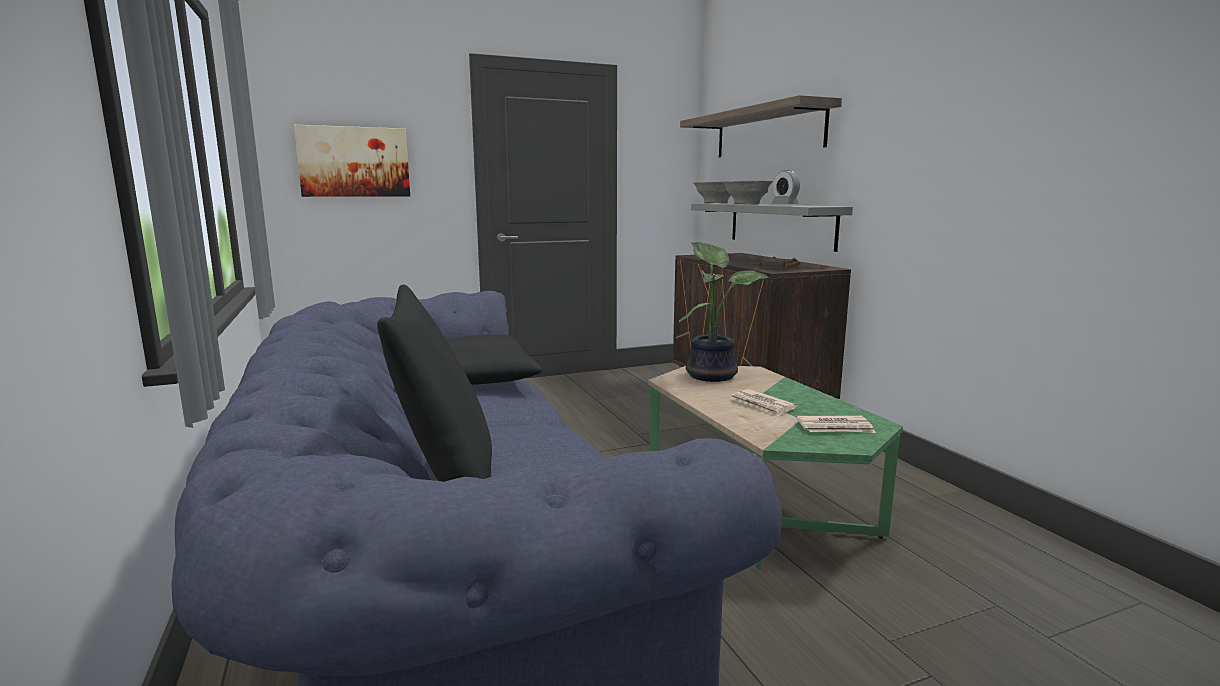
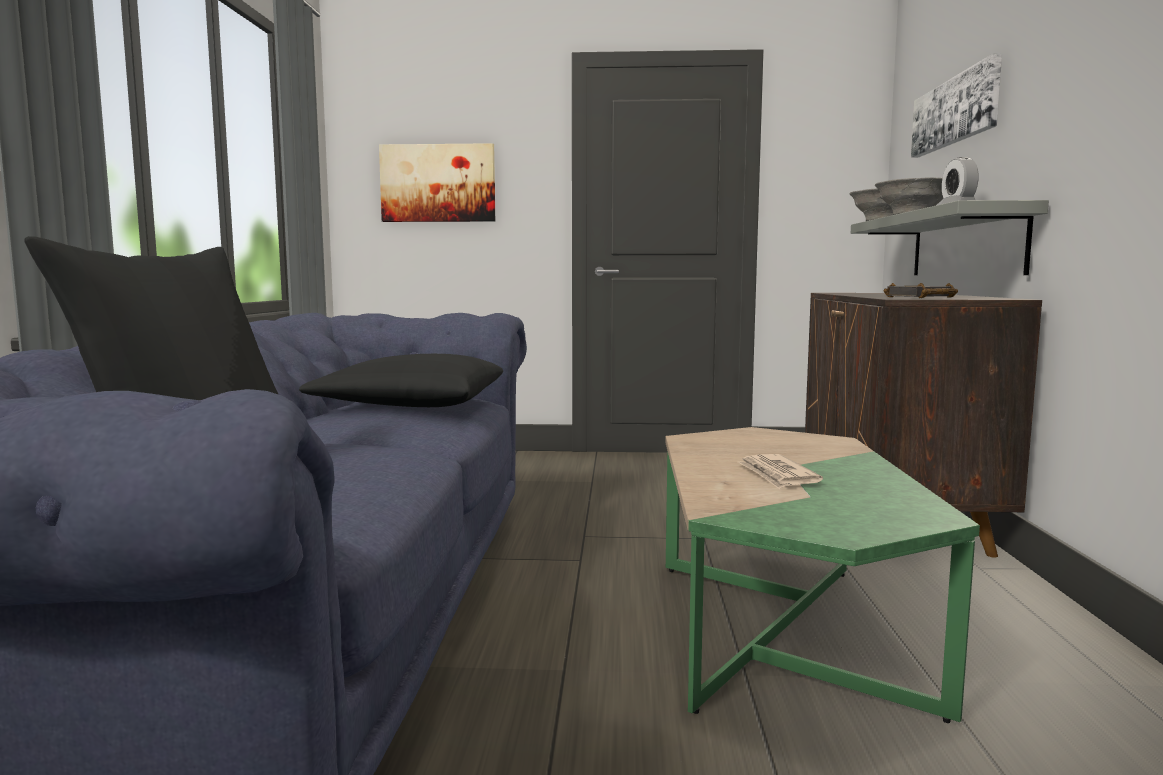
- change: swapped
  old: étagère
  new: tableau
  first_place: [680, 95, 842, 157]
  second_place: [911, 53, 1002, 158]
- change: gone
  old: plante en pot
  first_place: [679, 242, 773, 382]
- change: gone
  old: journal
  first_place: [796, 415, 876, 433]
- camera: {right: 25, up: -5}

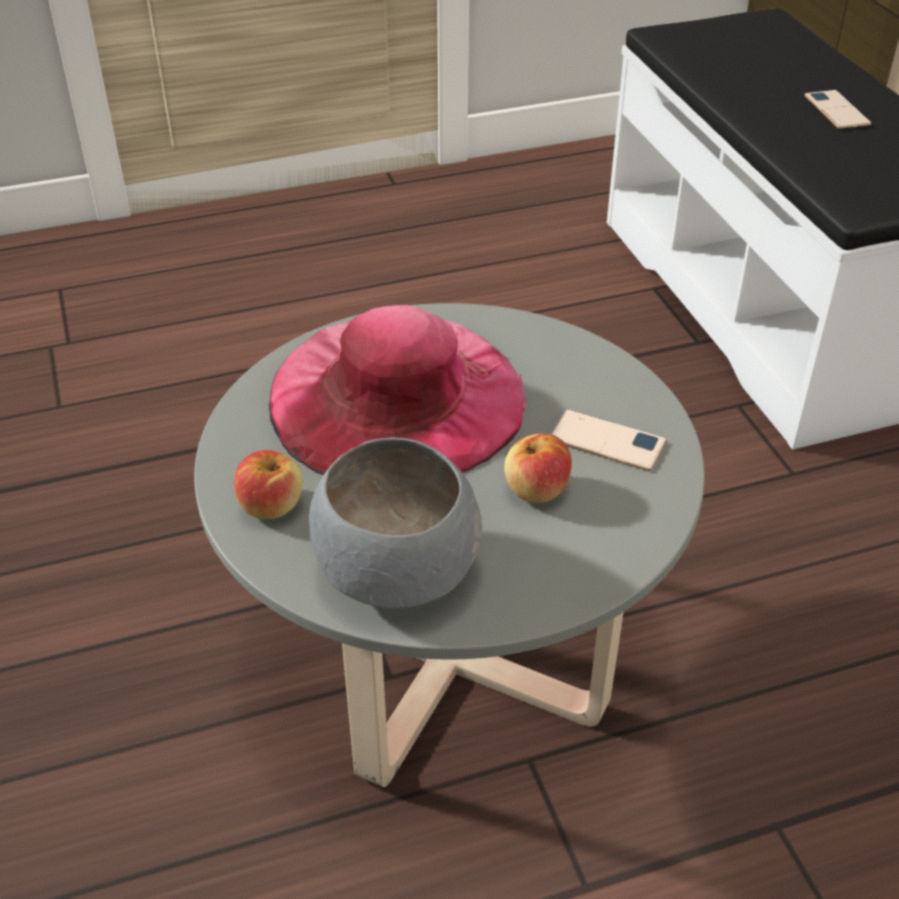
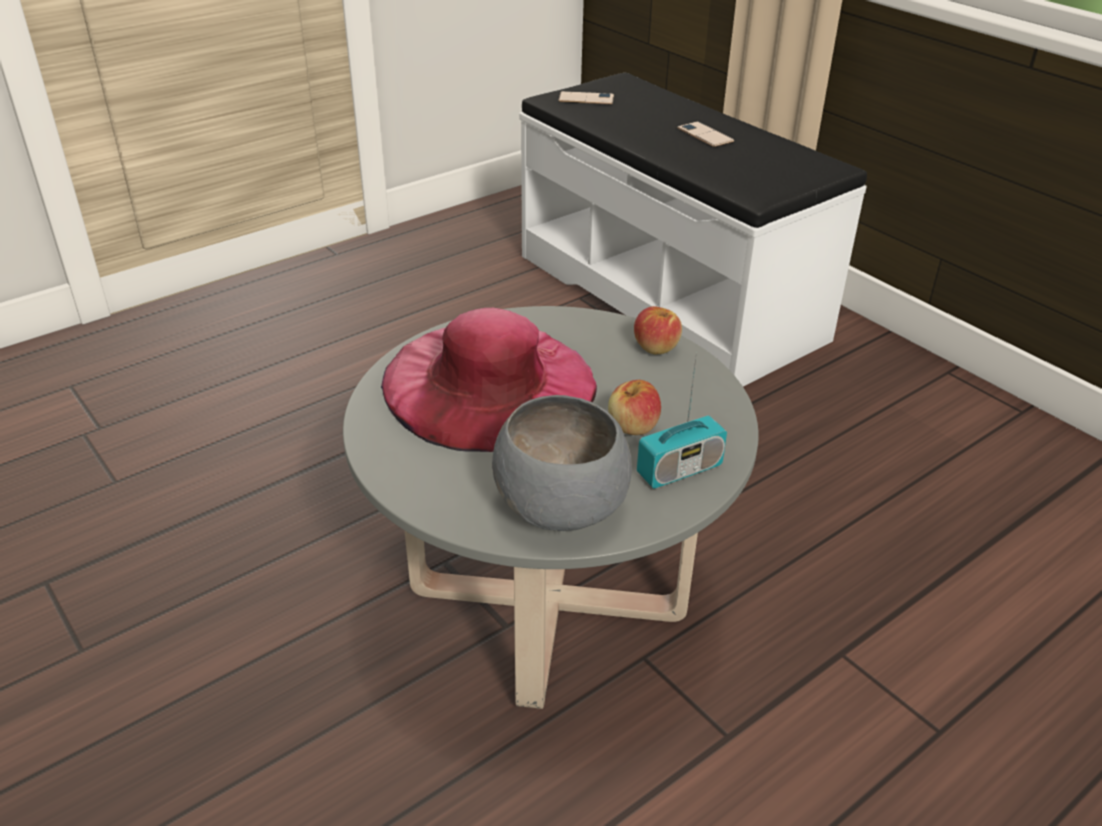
- change: shifted
  old: téléphone
  first_place: [551, 410, 667, 471]
  second_place: [558, 91, 614, 105]
- change: shifted
  old: pomme
  first_place: [235, 450, 303, 519]
  second_place: [634, 306, 682, 354]
- change: new
  new: radio
  second_place: [637, 358, 727, 489]
- camera: {right: -20, up: -5}

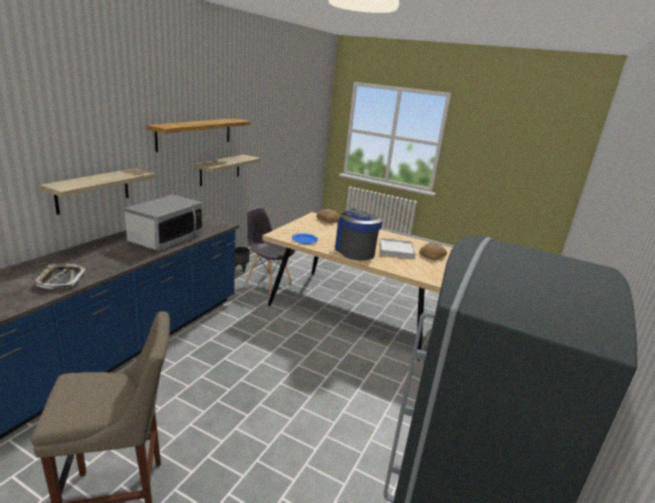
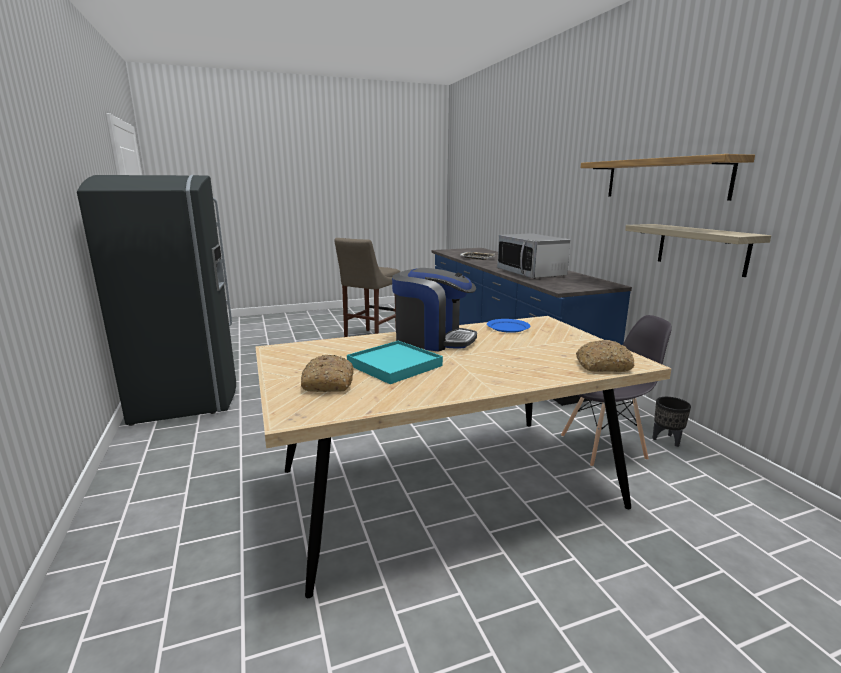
- change: gone
  old: étagère
  first_place: [40, 168, 155, 215]
- change: repainted
  old: plateau (blanc)
  new: plateau (turquoise)
  first_place: [379, 238, 415, 259]
  second_place: [347, 341, 443, 384]
- camera: {right: 135, up: -5}

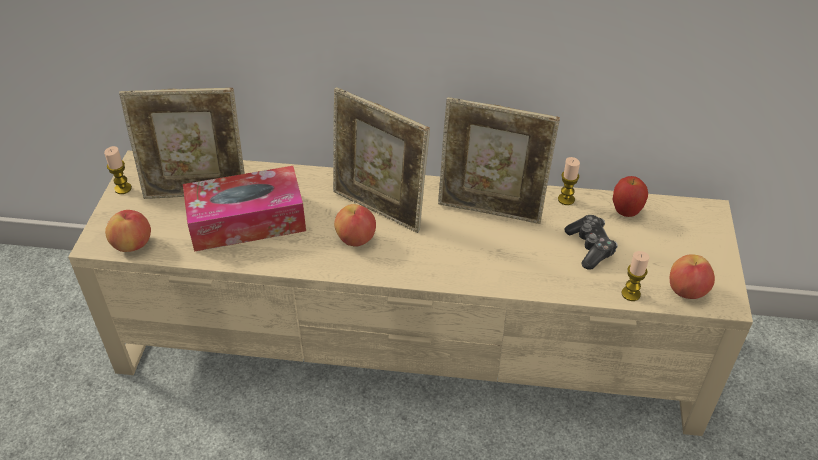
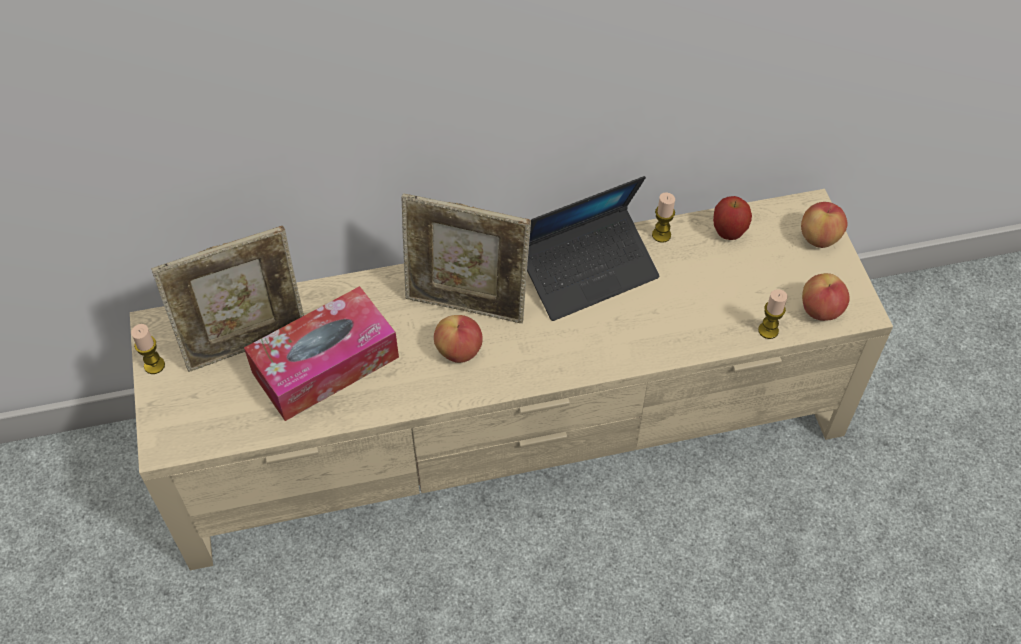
- change: swapped
  old: cadre photo
  new: ordinateur portable
  first_place: [438, 97, 560, 224]
  second_place: [527, 176, 659, 321]
- change: shifted
  old: pomme
  first_place: [105, 210, 151, 252]
  second_place: [801, 202, 848, 248]
- change: gone
  old: manette
  first_place: [564, 215, 618, 270]
- camera: {right: -20, up: 10}

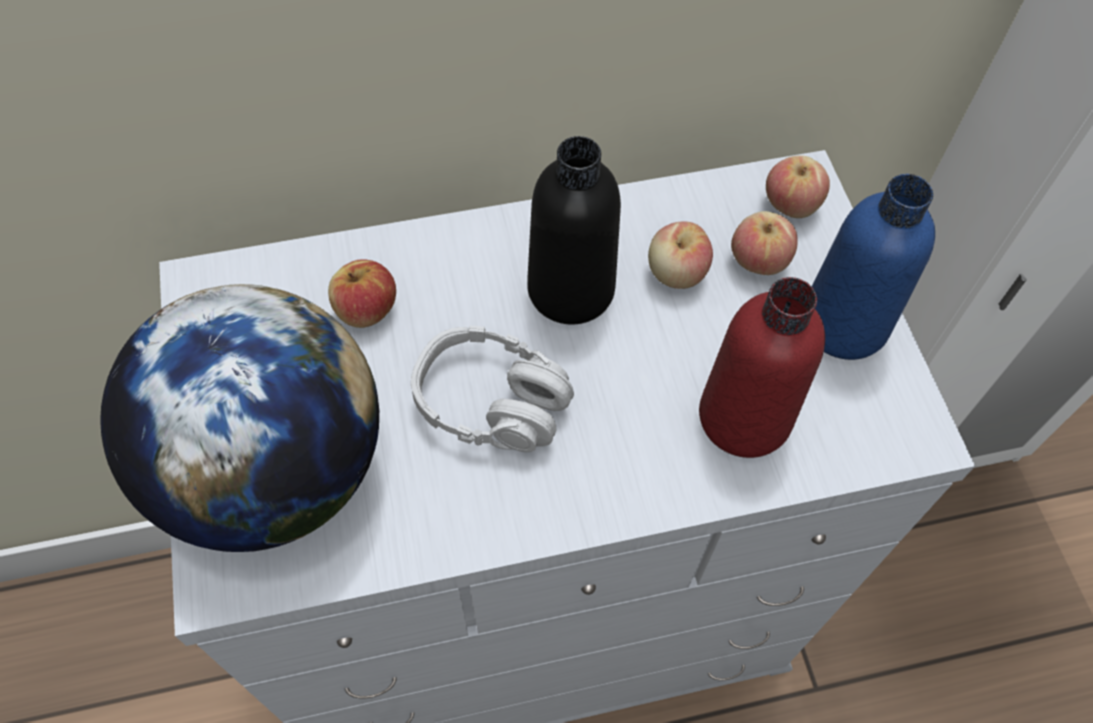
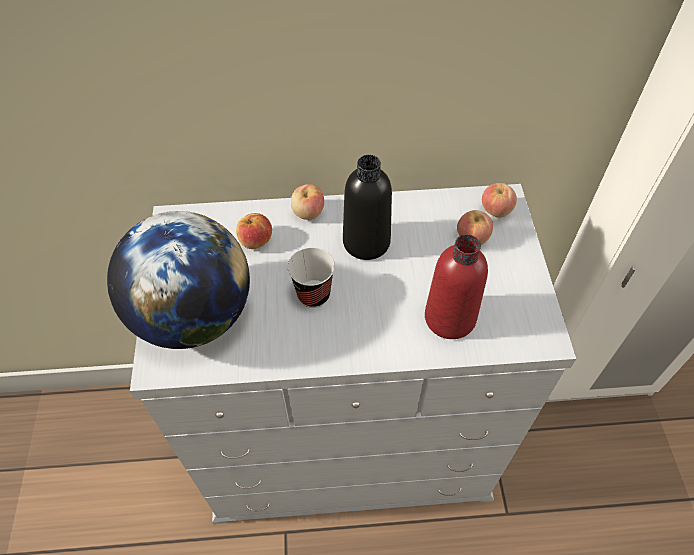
- change: gone
  old: bouteille (bleu)
  first_place: [812, 174, 935, 360]
- change: shifted
  old: pomme
  first_place: [648, 222, 713, 289]
  second_place: [291, 184, 324, 220]
- change: swapped
  old: casque audio (gris)
  new: tasse
  first_place: [411, 326, 574, 452]
  second_place: [288, 247, 335, 308]
- camera: {right: 10, up: -5}

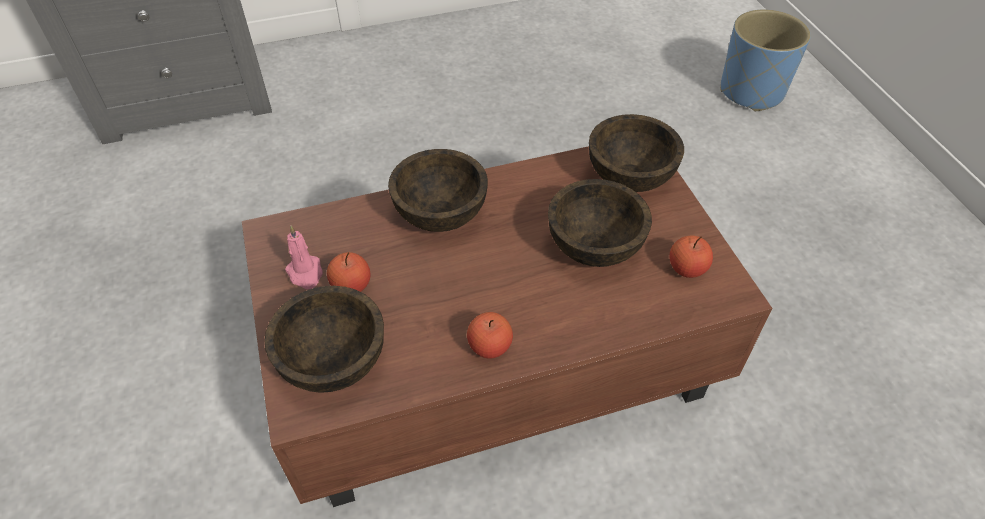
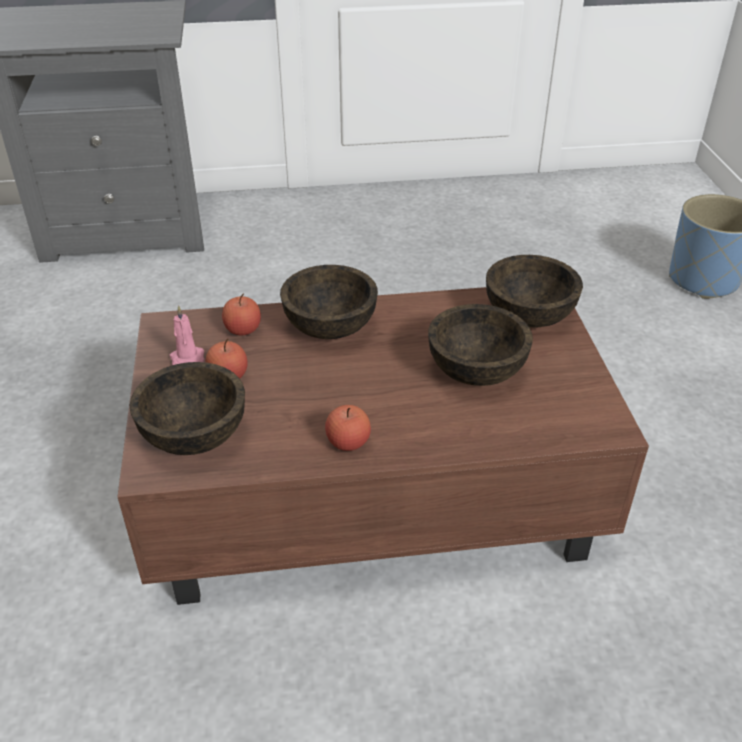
- change: shifted
  old: pomme
  first_place: [670, 235, 713, 278]
  second_place: [222, 294, 261, 335]
- camera: {right: 10, up: -10}

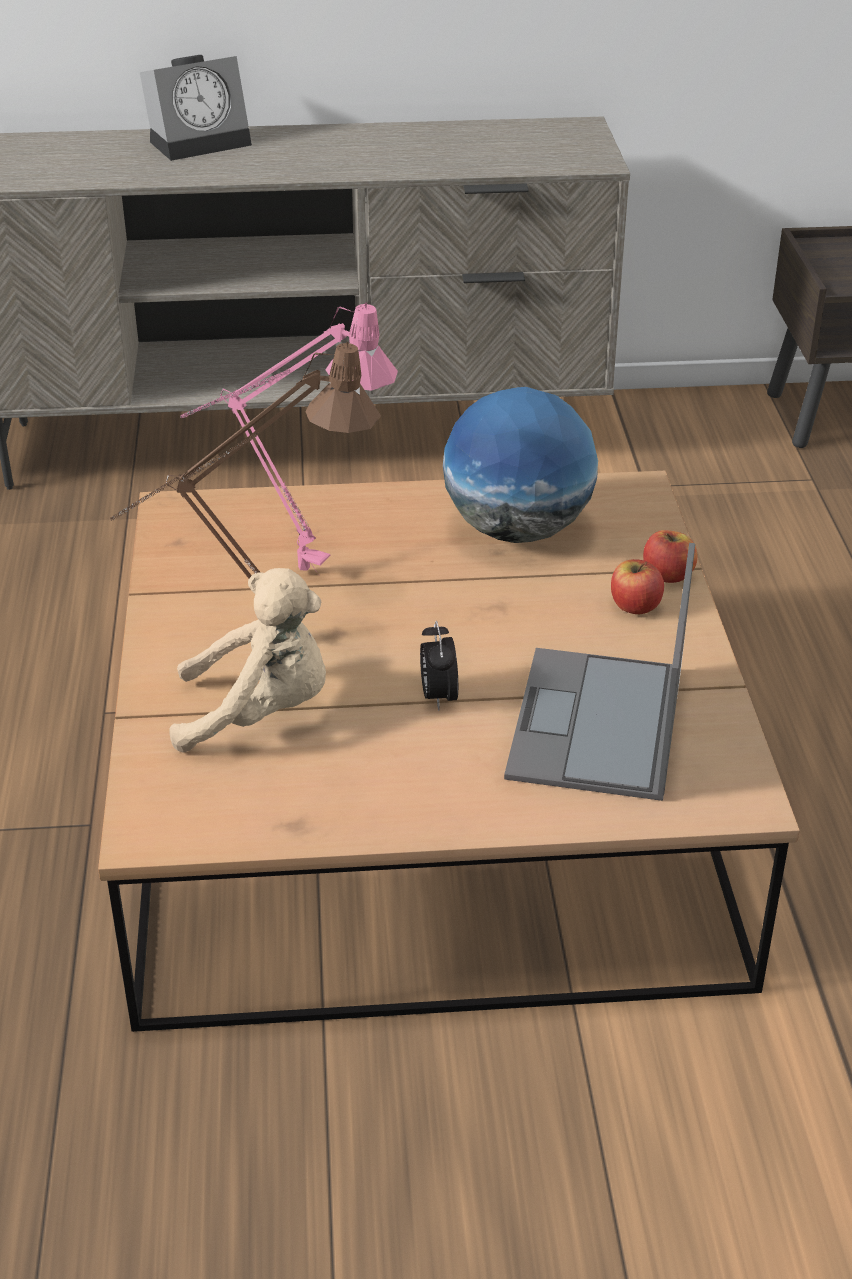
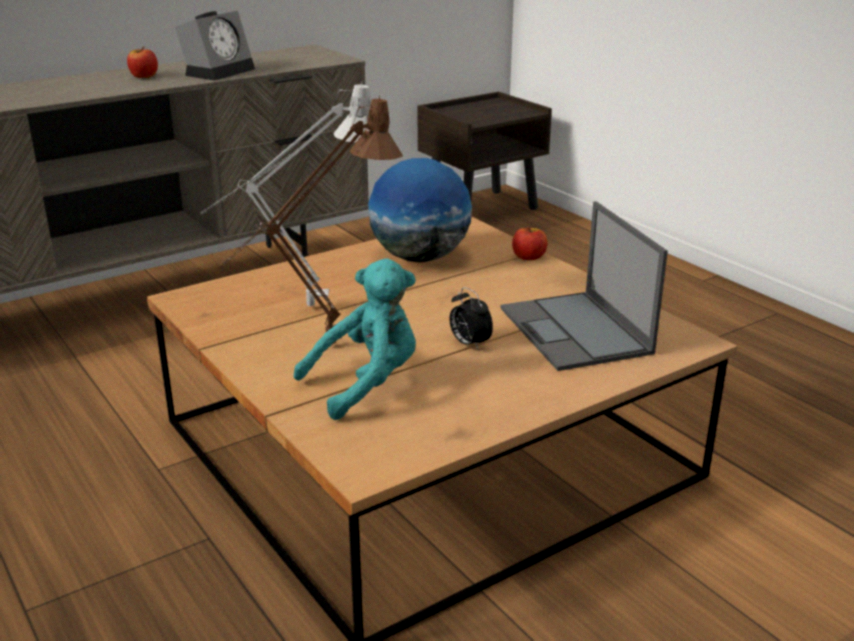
- change: shifted
  old: réveil
  first_place: [140, 55, 252, 161]
  second_place: [175, 11, 255, 81]
- change: repainted
  old: lampe de table (rose)
  new: lampe de table (gris)
  first_place: [180, 303, 398, 575]
  second_place: [200, 81, 371, 306]
- change: shifted
  old: pomme
  first_place: [611, 559, 664, 614]
  second_place: [127, 46, 158, 78]
- change: repainted
  old: peluche (beige)
  new: peluche (turquoise)
  first_place: [169, 568, 326, 753]
  second_place: [294, 259, 416, 420]
- camera: {right: -30, up: -10}

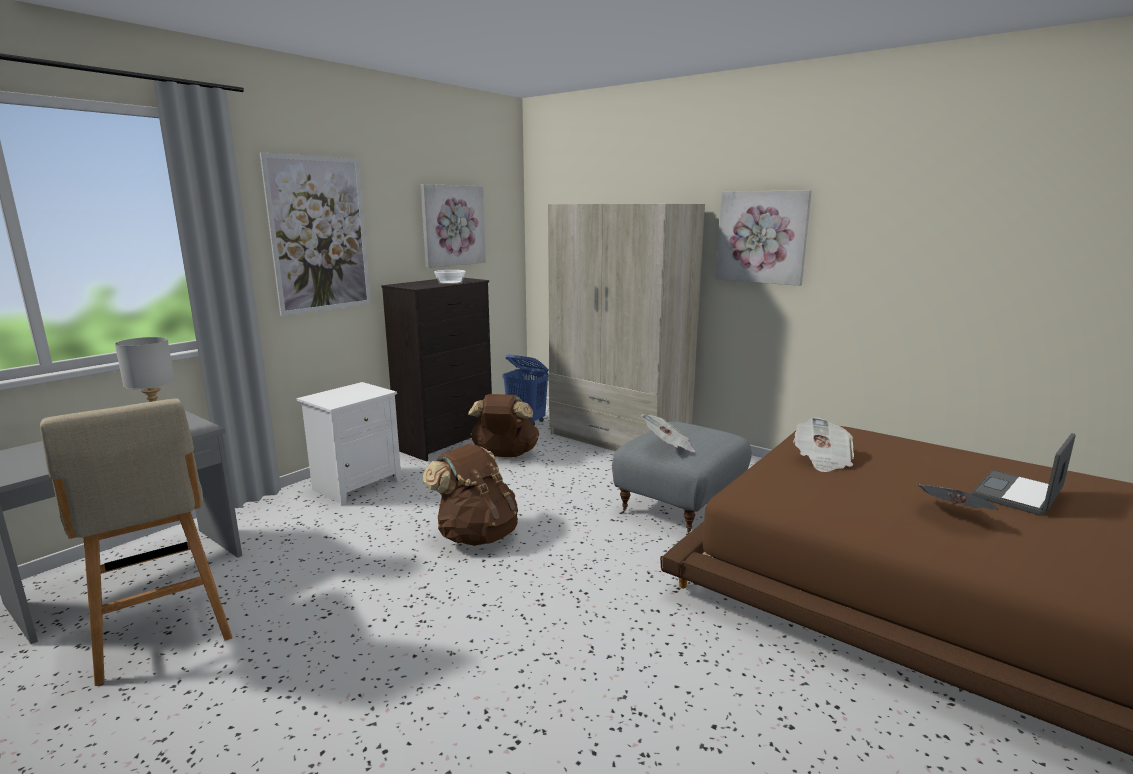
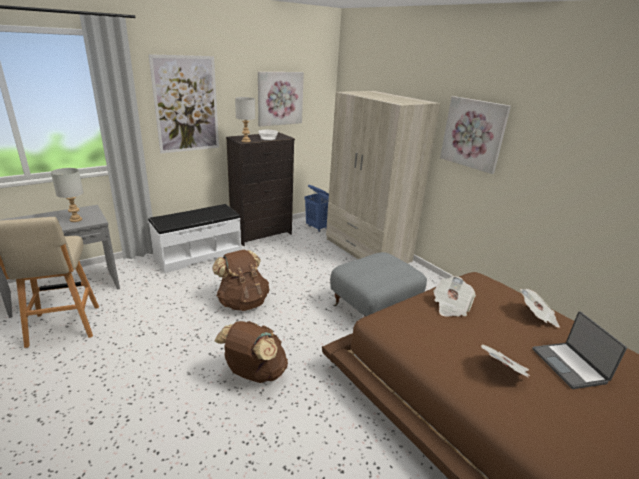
- change: swapped
  old: table de chevet (blanc)
  new: banc (blanc)
  first_place: [297, 382, 402, 506]
  second_place: [148, 204, 241, 273]
- change: shifted
  old: sac à dos (marron)
  first_place: [468, 394, 539, 457]
  second_place: [214, 321, 288, 383]
- change: shifted
  old: journal
  first_place: [641, 414, 695, 452]
  second_place: [520, 289, 560, 328]
- change: rotated
  old: ordinateur portable
  first_place: [972, 433, 1075, 515]
  second_place: [533, 311, 627, 389]
  degrees: -75
- change: new
  new: lampe de table (gris)
  second_place: [235, 97, 255, 142]
- camera: {right: 15, up: 10}

